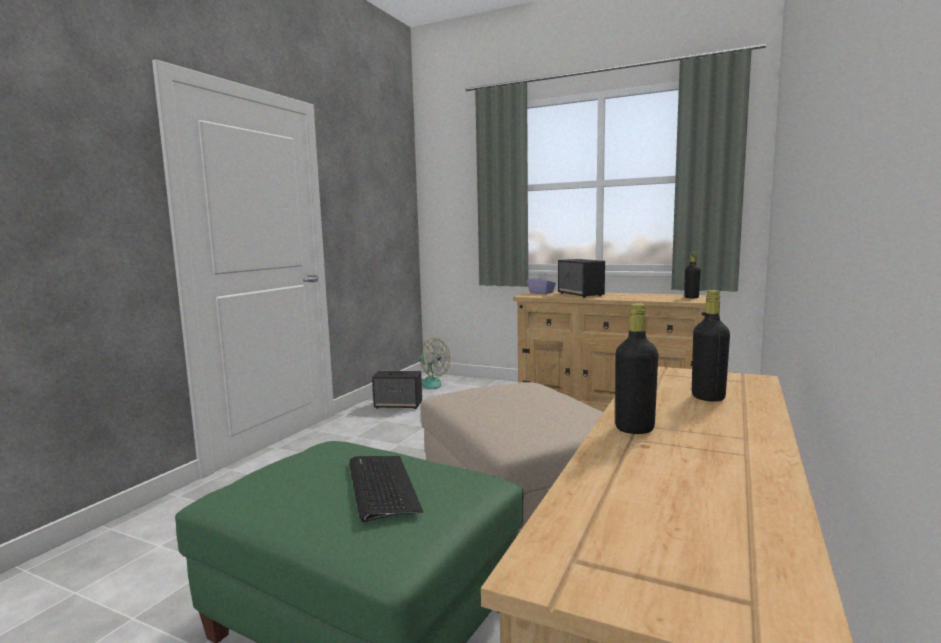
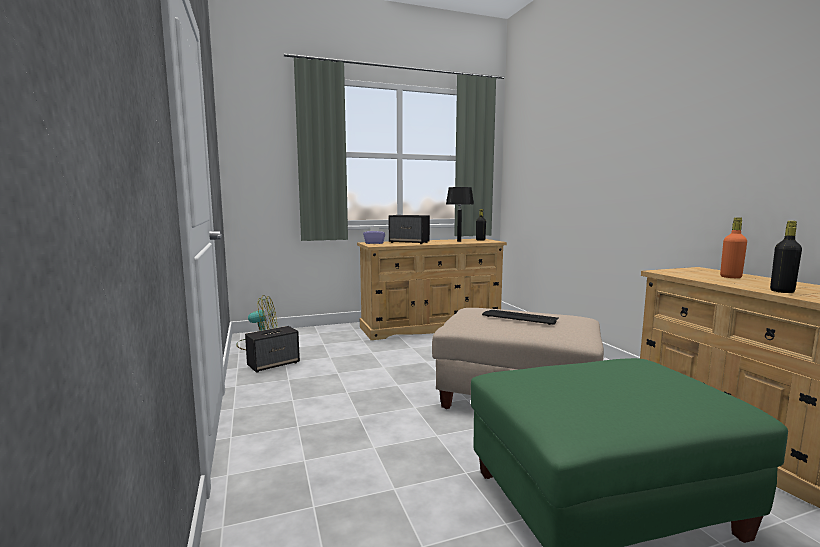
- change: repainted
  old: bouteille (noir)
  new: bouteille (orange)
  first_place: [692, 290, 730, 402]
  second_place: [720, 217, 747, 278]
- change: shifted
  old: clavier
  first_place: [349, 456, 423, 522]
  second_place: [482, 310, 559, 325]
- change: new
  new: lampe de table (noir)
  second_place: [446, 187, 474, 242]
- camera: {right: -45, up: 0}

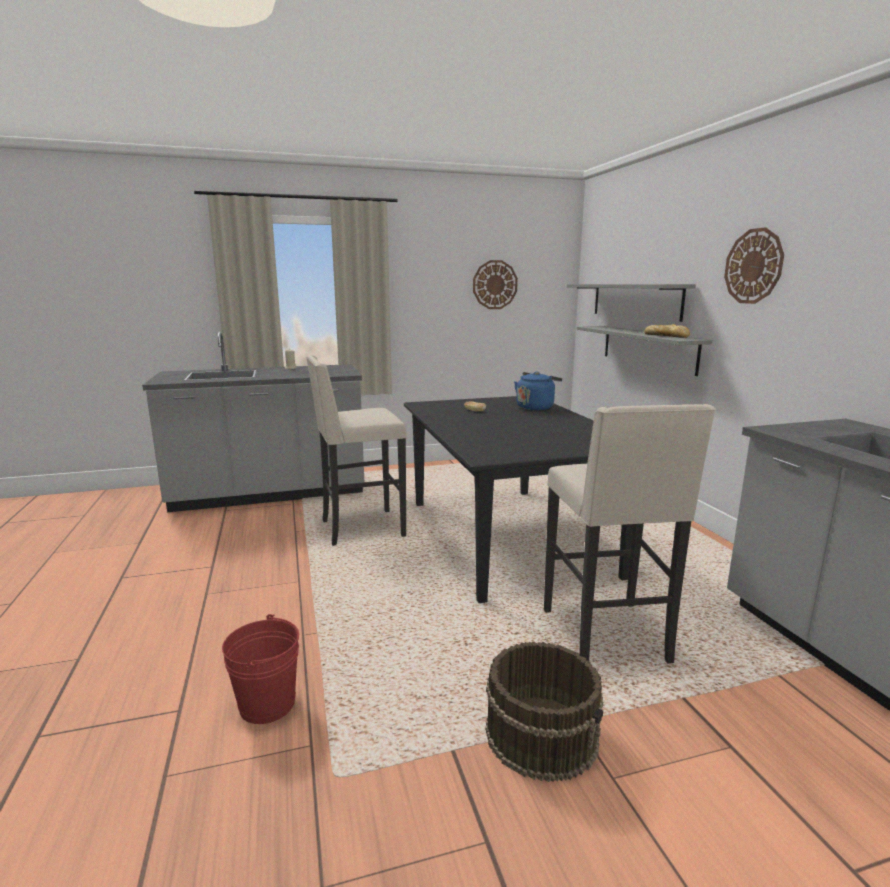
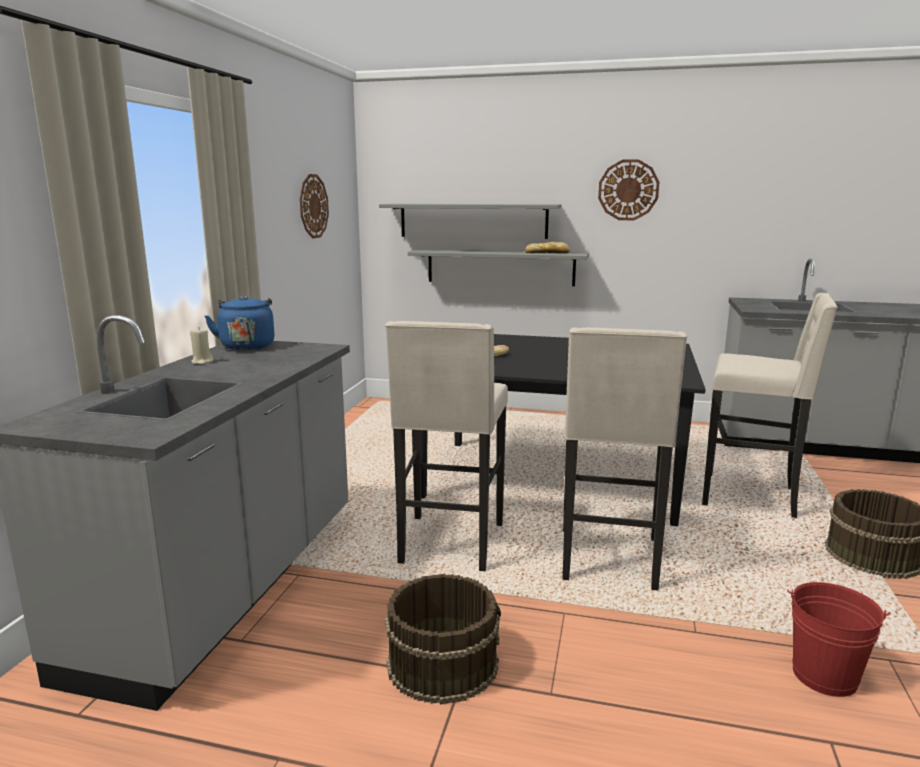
- change: shifted
  old: bouilloire (bleu)
  first_place: [514, 371, 562, 410]
  second_place: [205, 295, 275, 351]
- change: new
  new: tabouret (beige)
  second_place: [563, 327, 687, 590]
- change: new
  new: seau (marron)
  second_place: [385, 574, 501, 705]
- camera: {right: -60, up: 0}

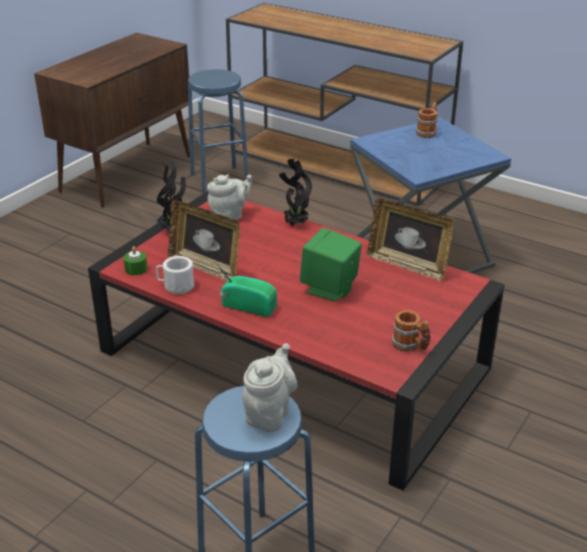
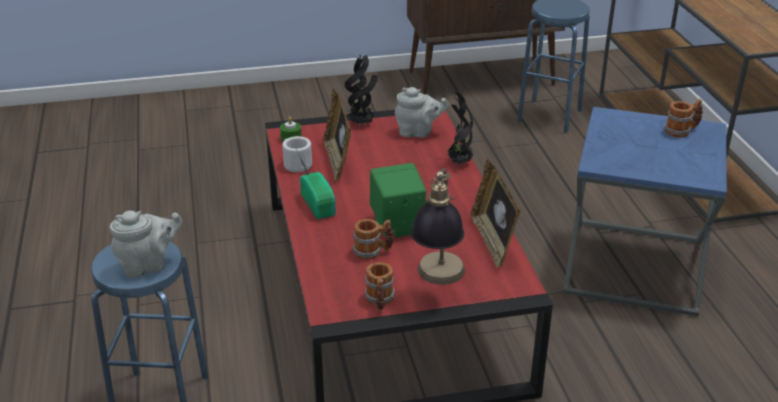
- change: new
  new: lampe de table
  second_place: [411, 168, 465, 285]
- change: new
  new: mug
  second_place: [352, 219, 394, 260]
- camera: {right: 45, up: 0}

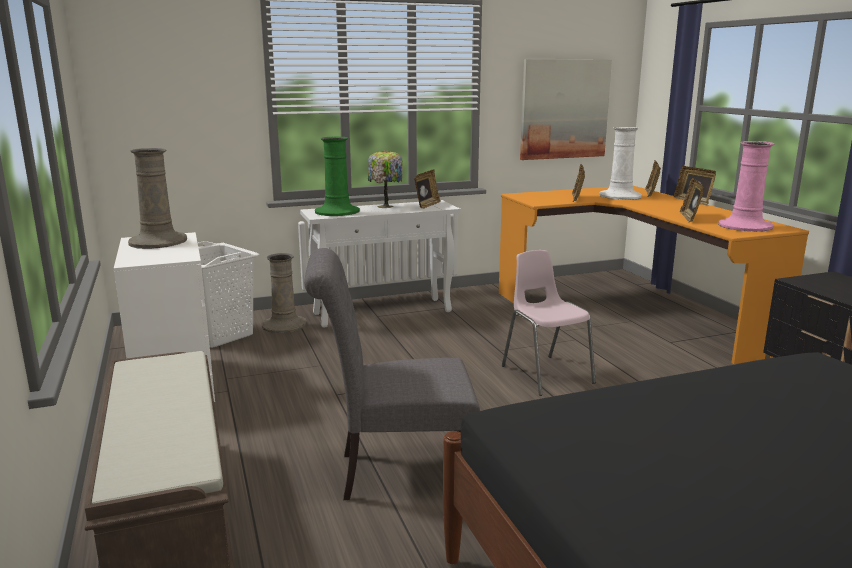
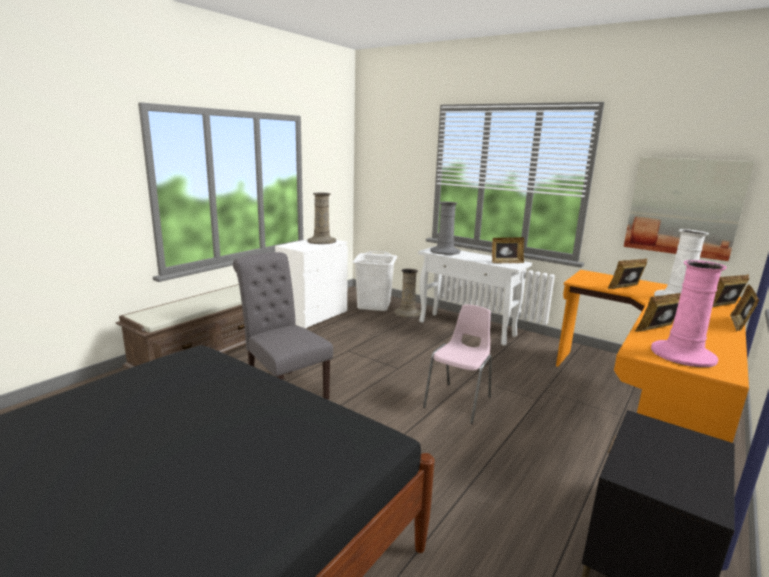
- change: repainted
  old: vase (vert)
  new: vase (gris)
  first_place: [315, 137, 360, 216]
  second_place: [430, 202, 460, 255]
- change: gone
  old: lampe de table
  first_place: [368, 150, 403, 208]
- camera: {right: 55, up: 0}

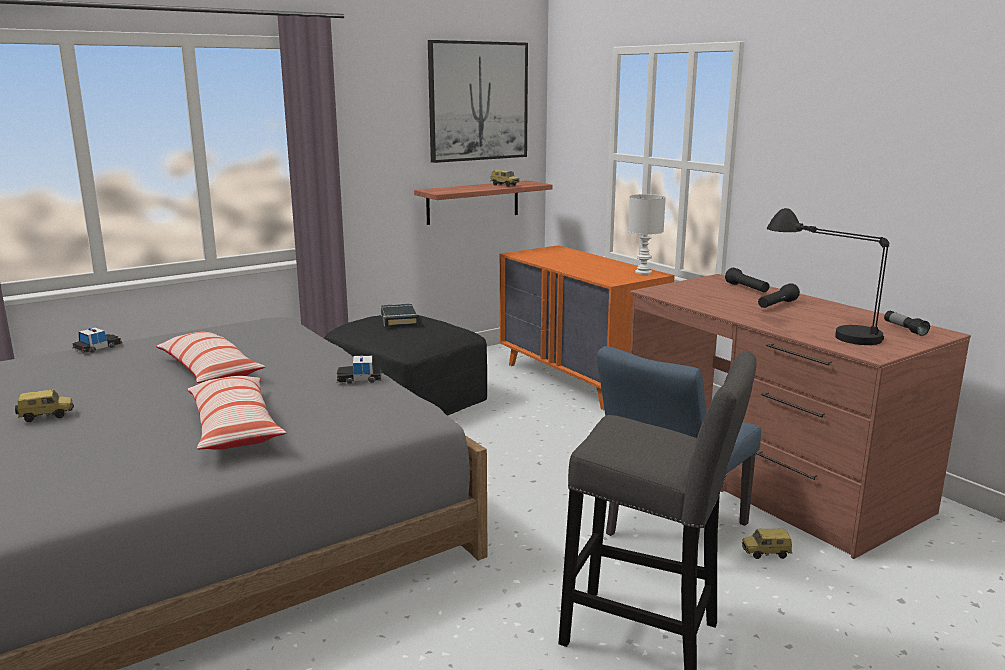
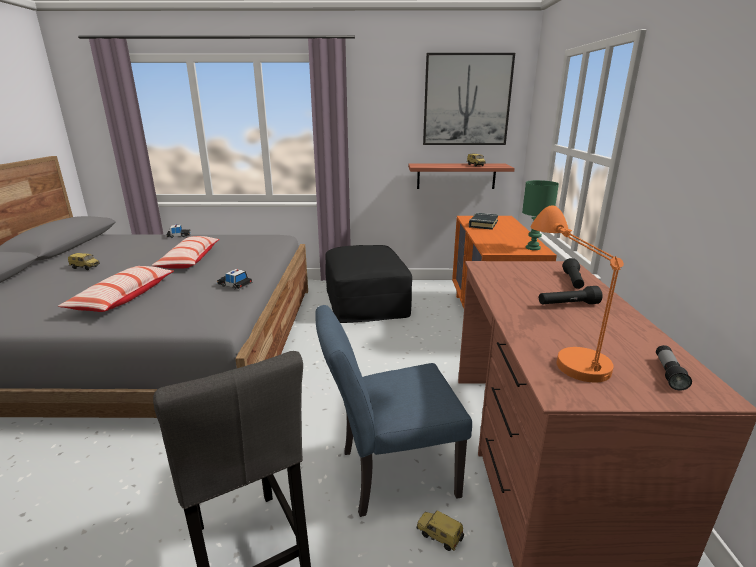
- change: repainted
  old: lampe de table (blanc)
  new: lampe de table (vert)
  first_place: [628, 194, 666, 275]
  second_place: [522, 180, 559, 250]
- change: repainted
  old: lampe de table (noir)
  new: lampe de table (orange)
  first_place: [767, 208, 890, 345]
  second_place: [530, 205, 624, 382]
- change: shifted
  old: livre (noir)
  first_place: [381, 304, 418, 327]
  second_place: [469, 213, 498, 230]
- camera: {right: 35, up: 5}

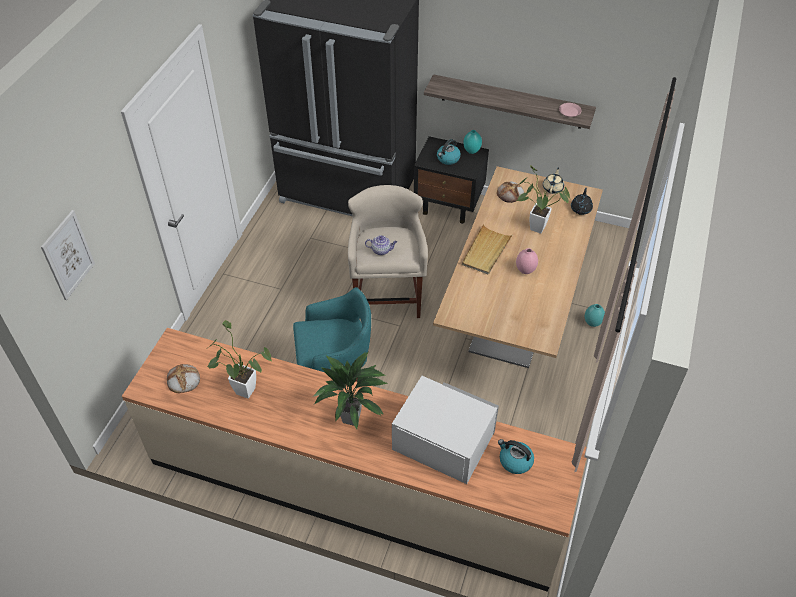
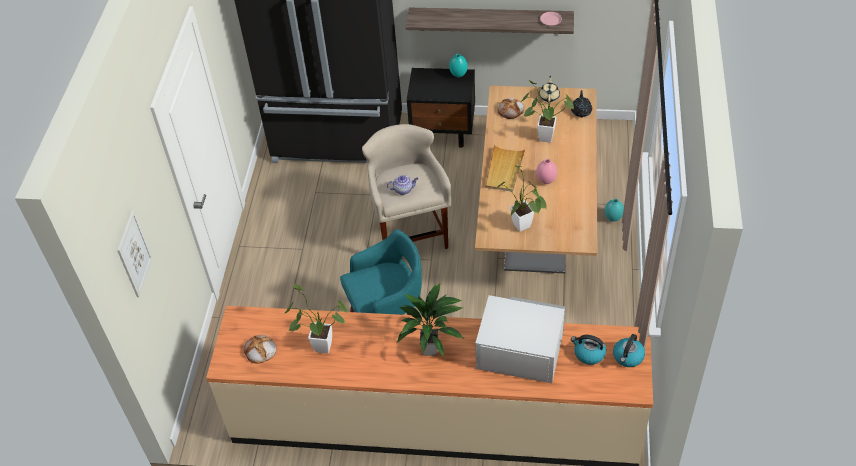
- change: shifted
  old: bouilloire
  first_place: [437, 139, 461, 165]
  second_place: [613, 334, 645, 367]
- change: new
  new: plante en pot
  second_place: [497, 165, 547, 232]
- camera: {right: -10, up: 0}

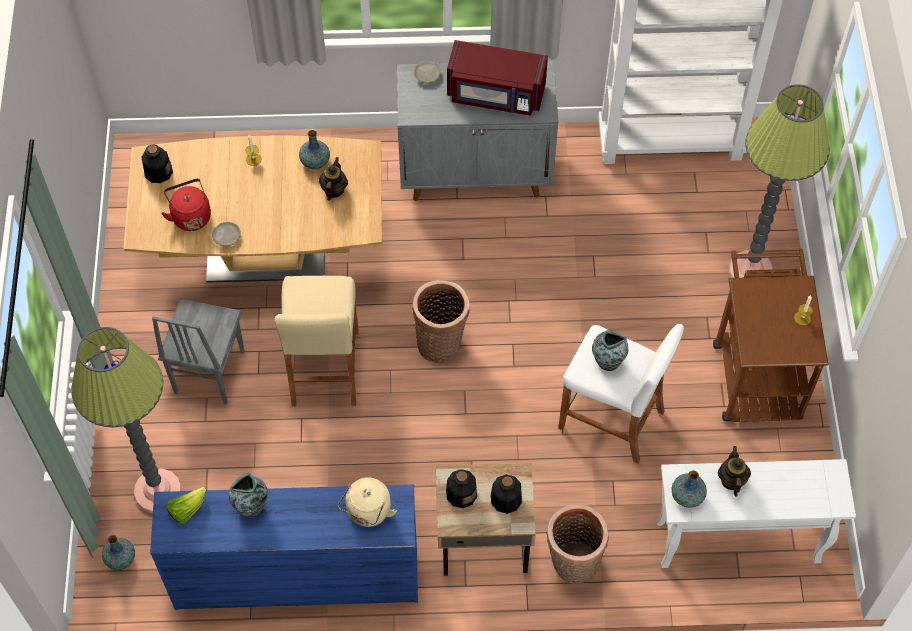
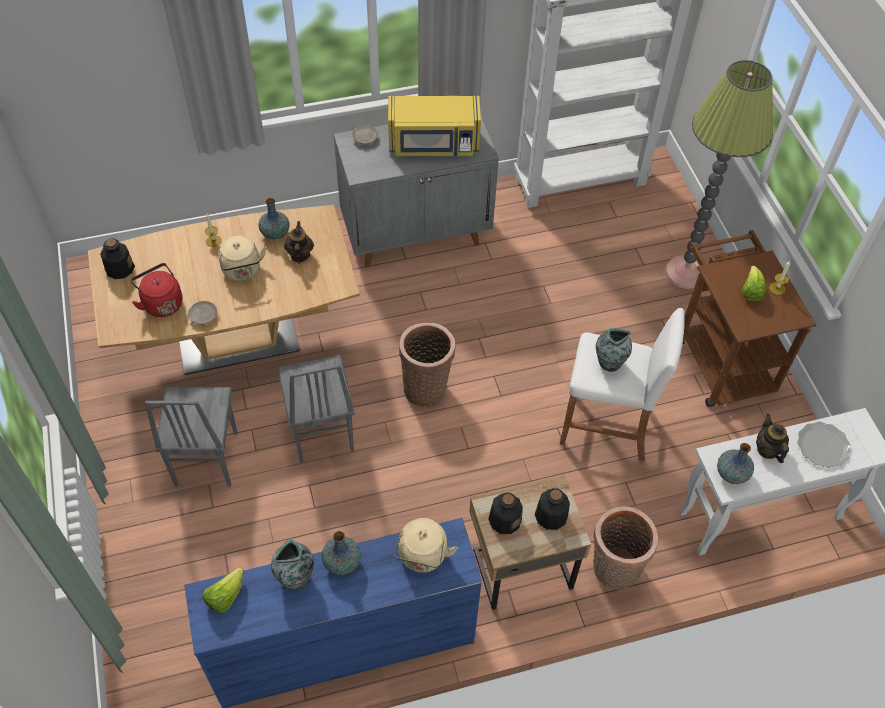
- change: repainted
  old: micro-ondes (rouge)
  new: micro-ondes (jaune)
  first_place: [447, 40, 548, 116]
  second_place: [388, 96, 481, 156]
- change: swapped
  old: tabouret (beige)
  new: chaise (gris)
  first_place: [274, 276, 359, 407]
  second_place: [277, 355, 355, 463]
- change: gone
  old: lampadaire
  first_place: [71, 327, 182, 513]
- change: shifted
  old: vase
  first_place: [102, 535, 135, 570]
  second_place: [322, 531, 361, 575]
- change: new
  new: bouilloire (beige)
  second_place: [218, 236, 266, 281]
- change: new
  new: laitue
  second_place: [742, 265, 766, 301]
- change: new
  new: assiette
  second_place: [797, 422, 851, 468]
- camera: {right: -15, up: -5}

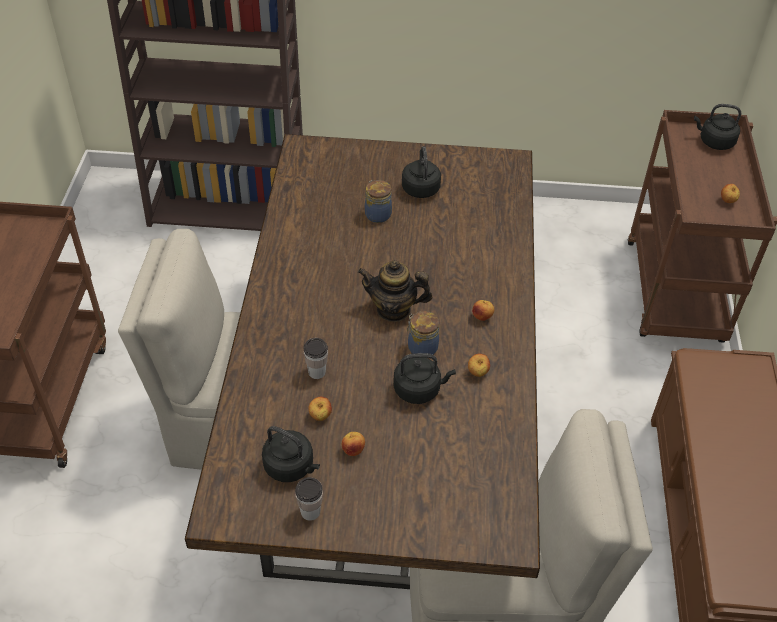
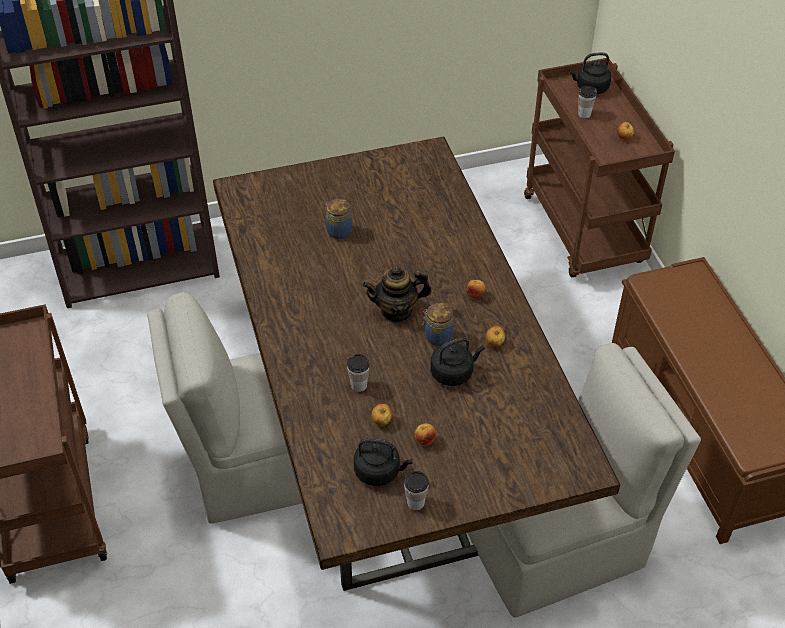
- change: gone
  old: bouilloire (noir)
  first_place: [402, 146, 441, 198]
- change: new
  new: tasse
  second_place: [578, 86, 597, 118]
- camera: {right: -20, up: 0}

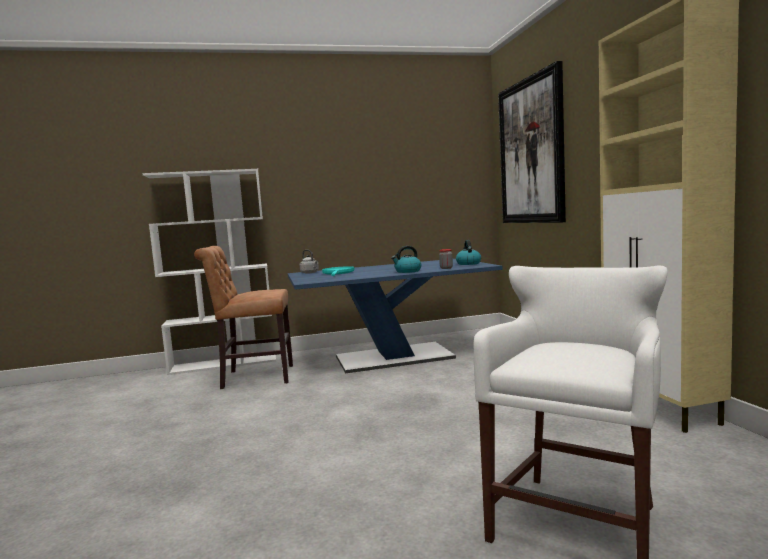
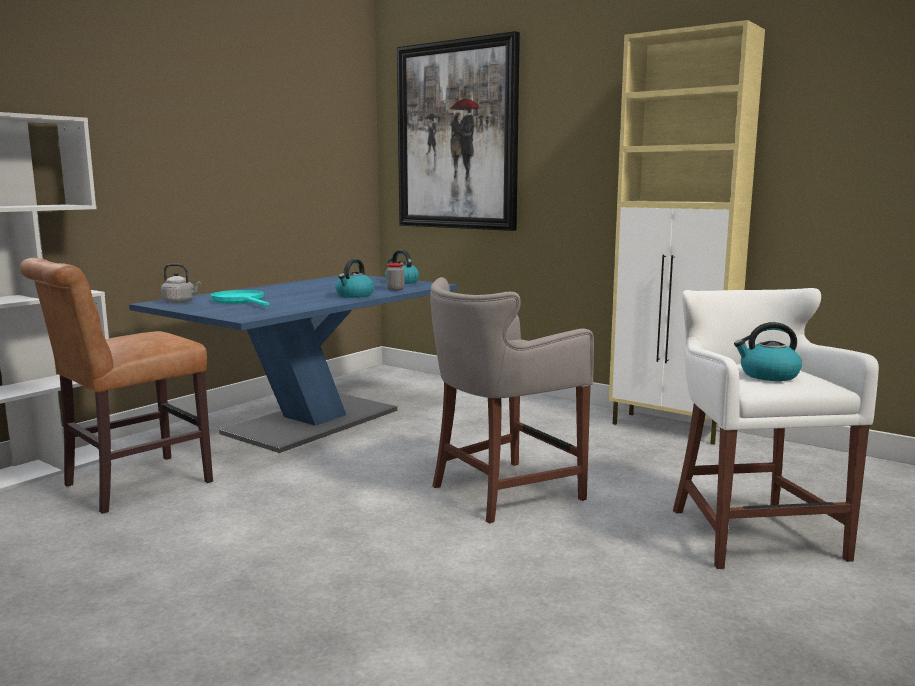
- change: new
  new: tabouret (gris)
  second_place: [430, 277, 594, 524]
- change: new
  new: bouilloire
  second_place: [734, 322, 802, 381]
- camera: {right: -40, up: 5}

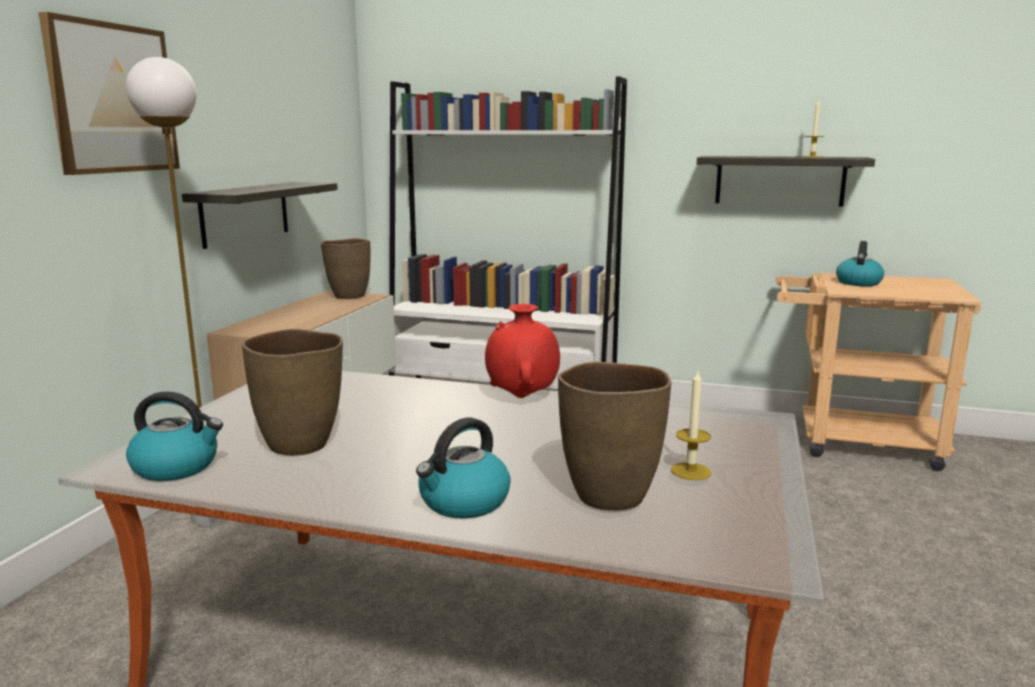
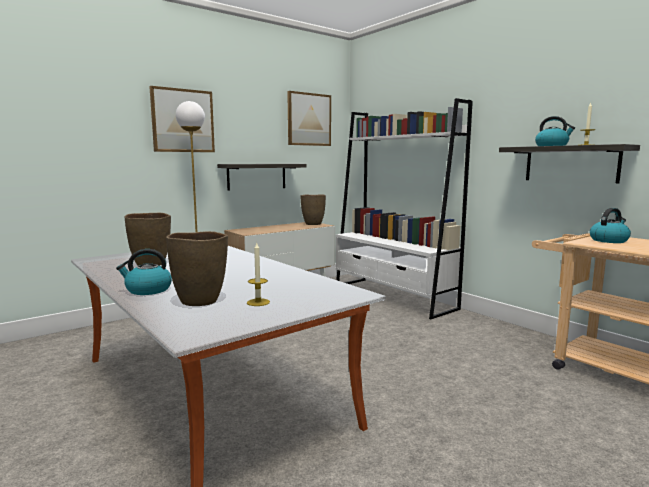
- change: gone
  old: vase (rouge)
  first_place: [485, 304, 560, 398]
- change: shifted
  old: bouilloire
  first_place: [126, 392, 223, 481]
  second_place: [535, 116, 575, 146]
- change: new
  new: tableau
  second_place: [287, 91, 331, 146]
- camera: {right: 35, up: -5}

